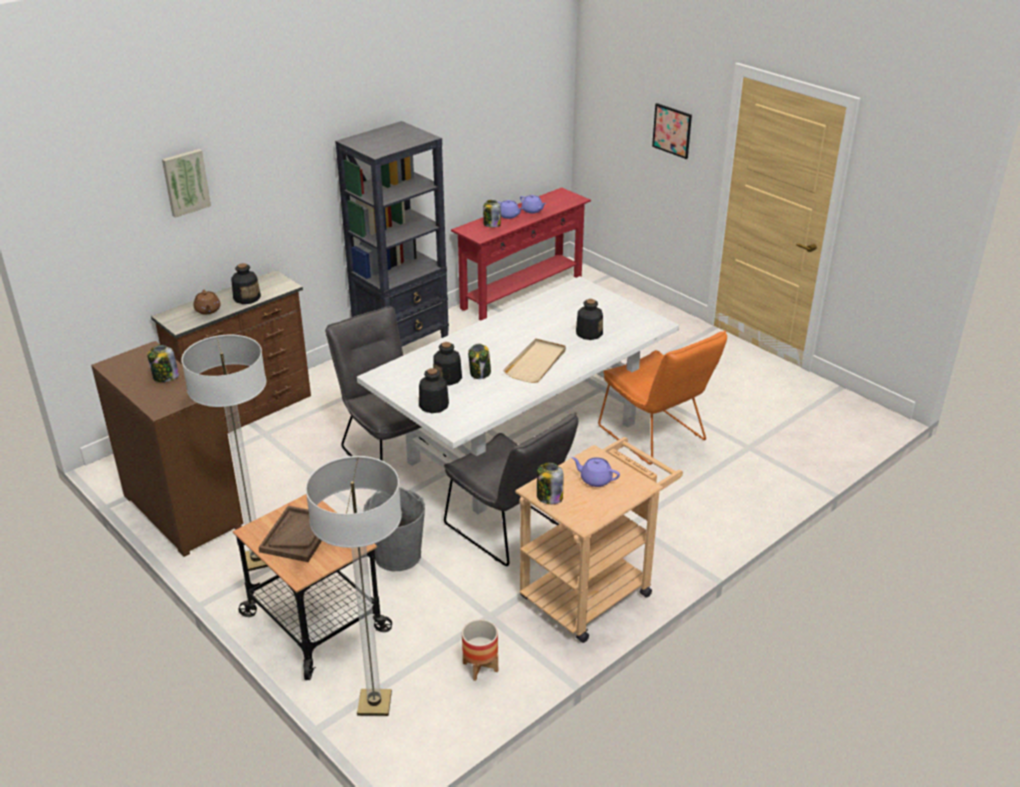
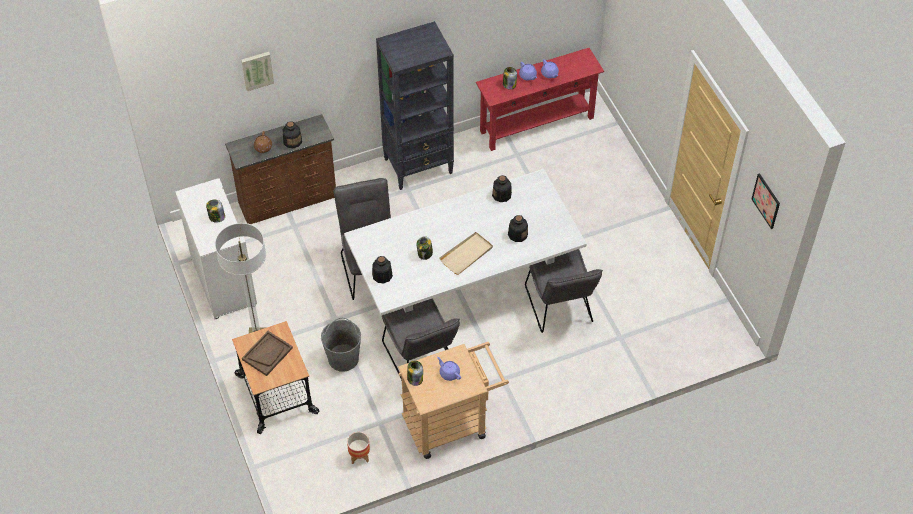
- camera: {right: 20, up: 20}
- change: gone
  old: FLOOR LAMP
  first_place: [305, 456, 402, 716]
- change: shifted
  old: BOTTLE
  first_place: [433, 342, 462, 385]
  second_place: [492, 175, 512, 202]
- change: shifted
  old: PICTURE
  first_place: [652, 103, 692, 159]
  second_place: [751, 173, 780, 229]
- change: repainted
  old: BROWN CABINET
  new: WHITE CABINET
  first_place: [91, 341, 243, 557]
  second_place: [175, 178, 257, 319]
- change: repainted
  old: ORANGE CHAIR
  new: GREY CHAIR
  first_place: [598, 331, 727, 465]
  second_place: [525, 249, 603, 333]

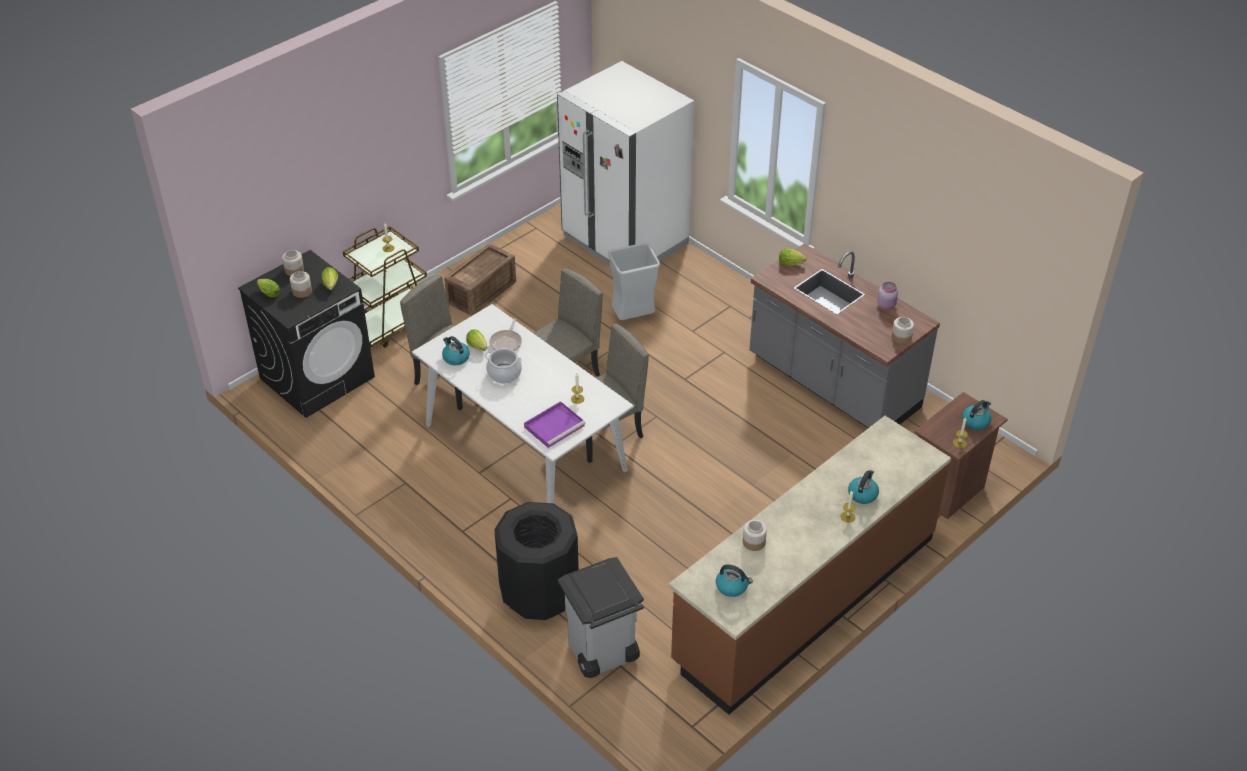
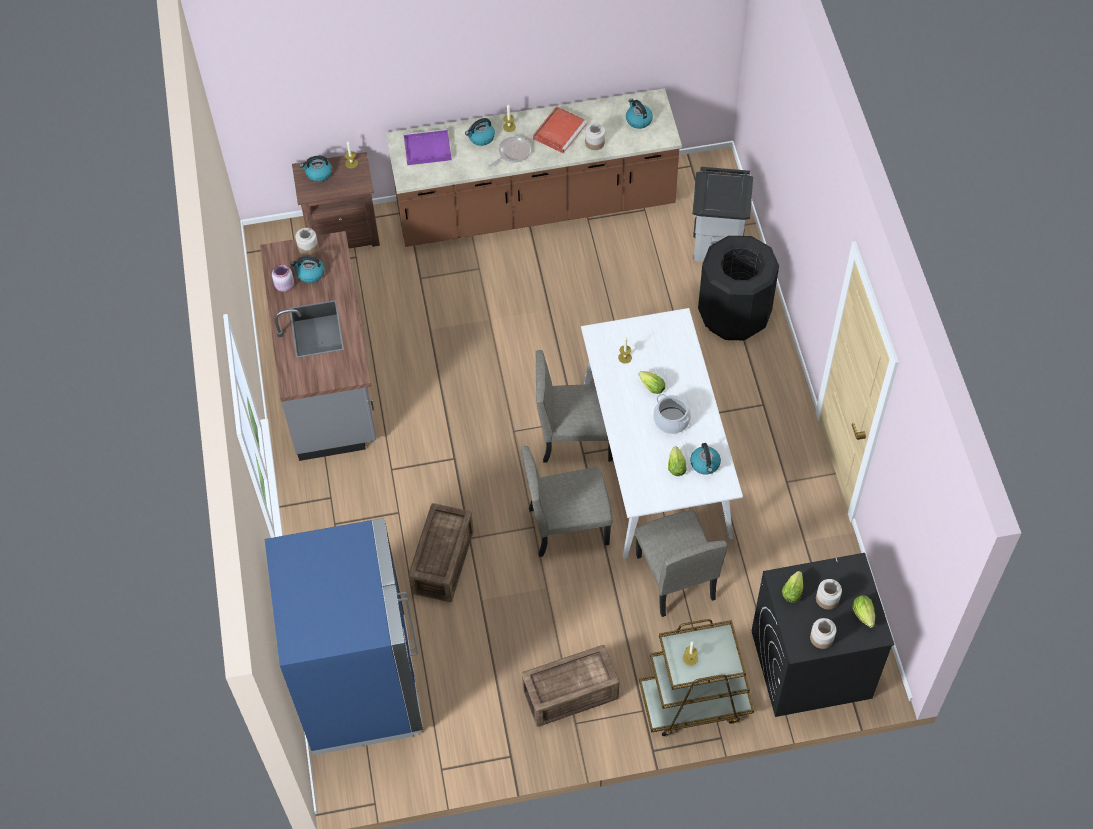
- camera: {right: -145, up: 15}
- change: new
  new: KETTLE
  second_place: [290, 256, 325, 283]
- change: new
  new: RED TRAY
  second_place: [533, 106, 587, 153]
- change: shifted
  old: FRYING PAN
  first_place: [489, 318, 522, 351]
  second_place: [489, 136, 531, 168]
- change: shifted
  old: PURPLE TRAY
  first_place: [524, 401, 585, 448]
  second_place: [403, 129, 452, 165]
- change: shifted
  old: LETTUCE
  first_place: [779, 249, 807, 266]
  second_place: [638, 371, 665, 394]
- change: swapped
  old: GREY TRASH CAN
  new: CRATE
  first_place: [608, 243, 660, 320]
  second_place: [408, 503, 474, 602]
- change: repainted
  old: WHITE FRIDGE
  new: BLUE FRIDGE
  first_place: [557, 61, 694, 265]
  second_place: [265, 518, 423, 755]

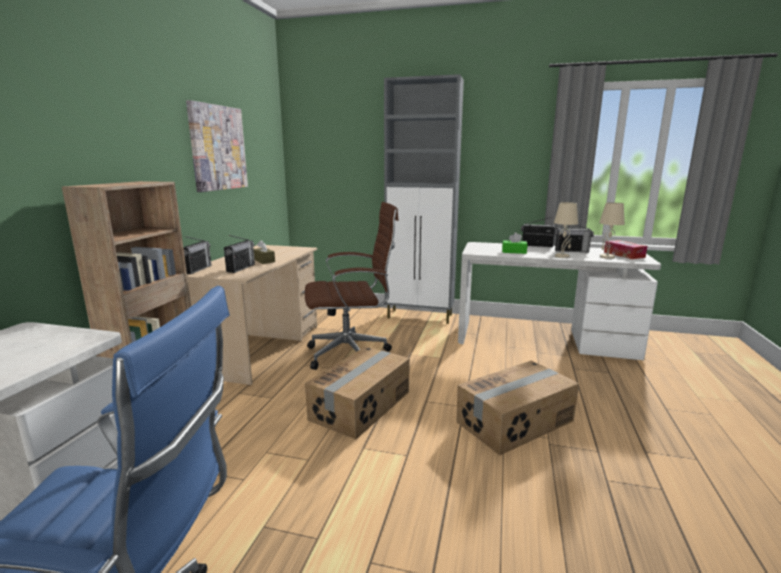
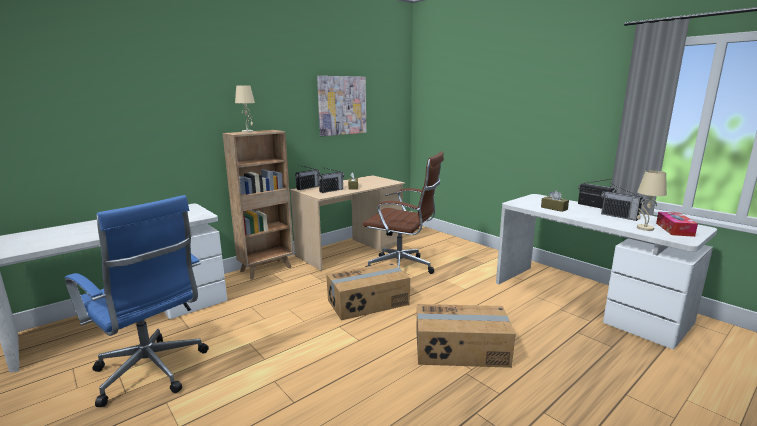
- camera: {right: 35, up: 0}
- change: gone
  old: GREY CABINET
  first_place: [384, 74, 464, 324]
- change: shifted
  old: BEIGE TABLE LAMP
  first_place: [554, 202, 578, 258]
  second_place: [235, 86, 255, 133]
- change: repainted
  old: GREEN TISSUE BOX
  new: BROWN TISSUE BOX
  first_place: [502, 232, 527, 254]
  second_place: [541, 190, 569, 212]

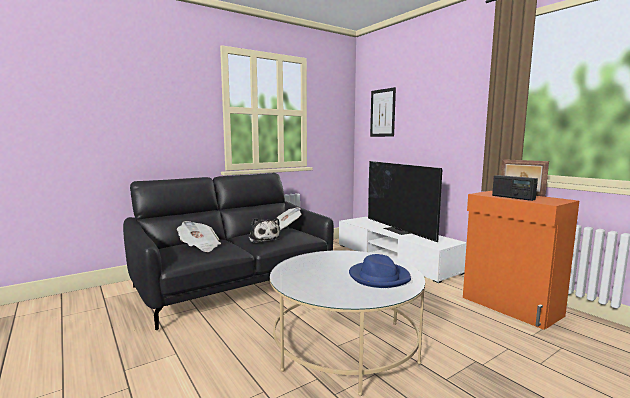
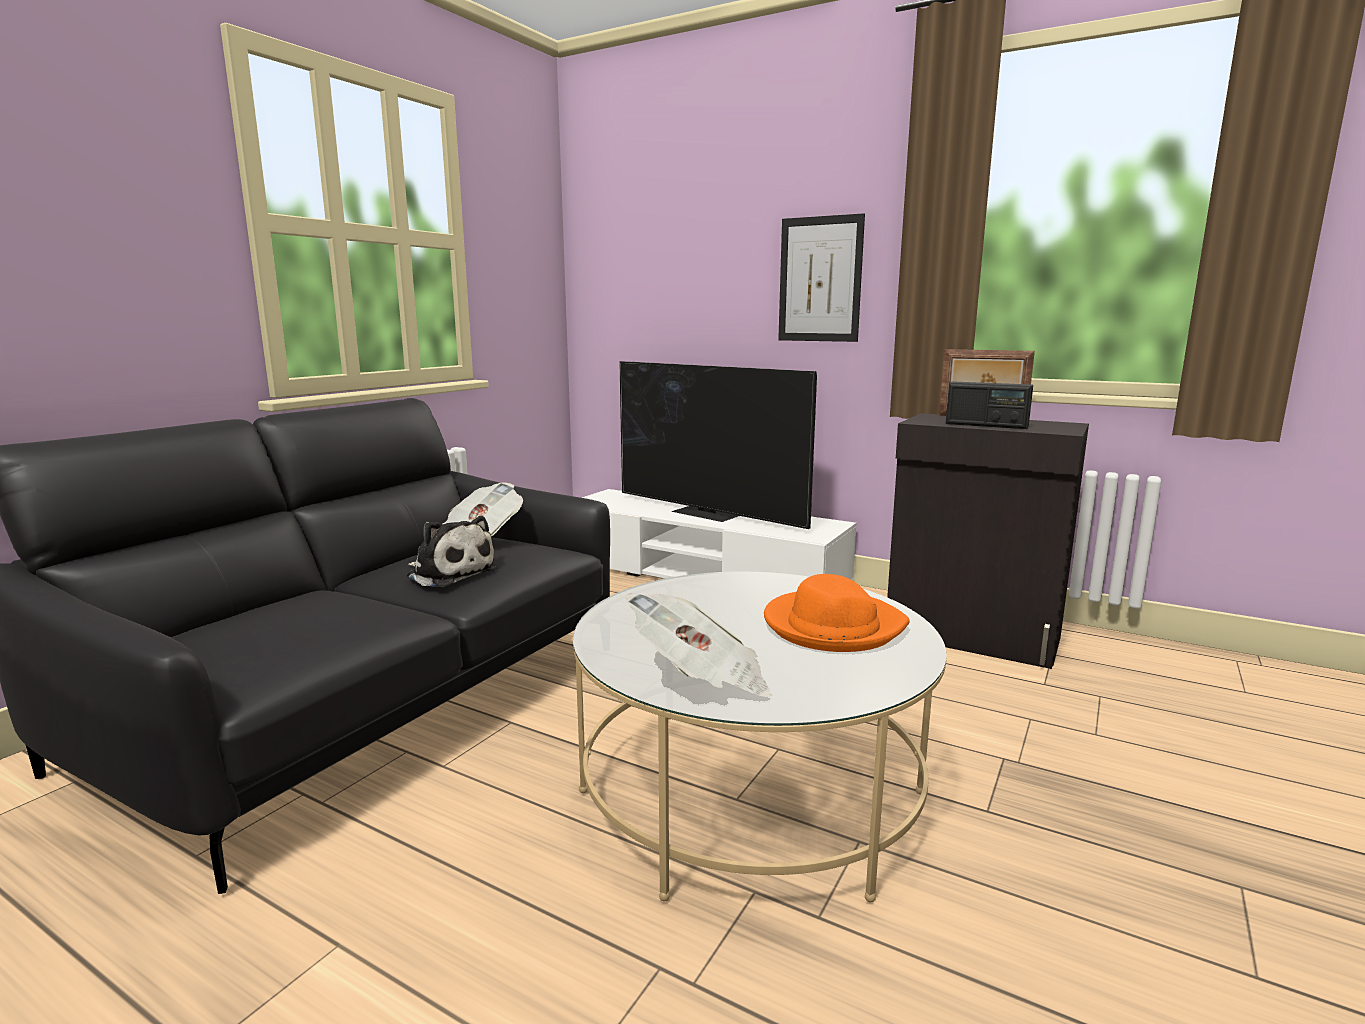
- camera: {right: -25, up: 5}
- change: shifted
  old: NEWSPAPER
  first_place: [177, 221, 221, 252]
  second_place: [626, 593, 772, 697]
- change: shifted
  old: PICTURE
  first_place: [370, 87, 396, 137]
  second_place: [778, 213, 865, 342]
- change: repainted
  old: BLUE HAT
  new: ORANGE HAT
  first_place: [349, 254, 411, 288]
  second_place: [764, 574, 910, 652]
- change: repainted
  old: ORANGE CABINET
  new: BLACK CABINET
  first_place: [463, 190, 579, 330]
  second_place: [887, 413, 1089, 669]

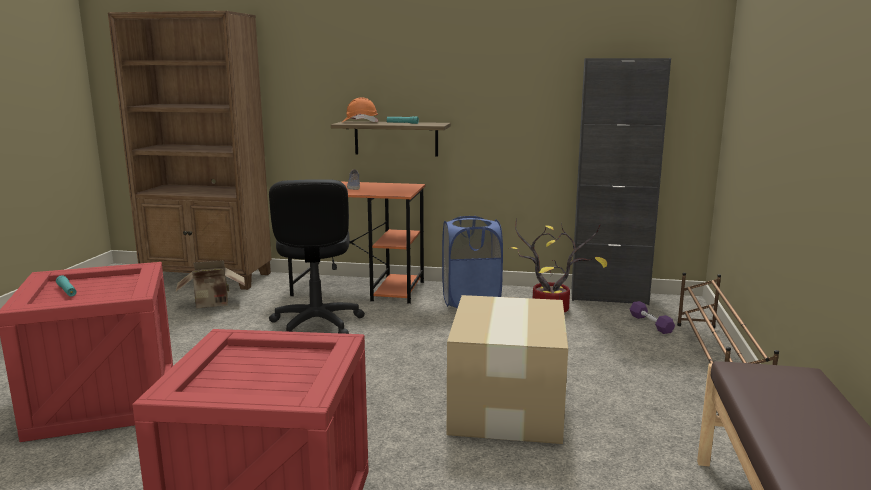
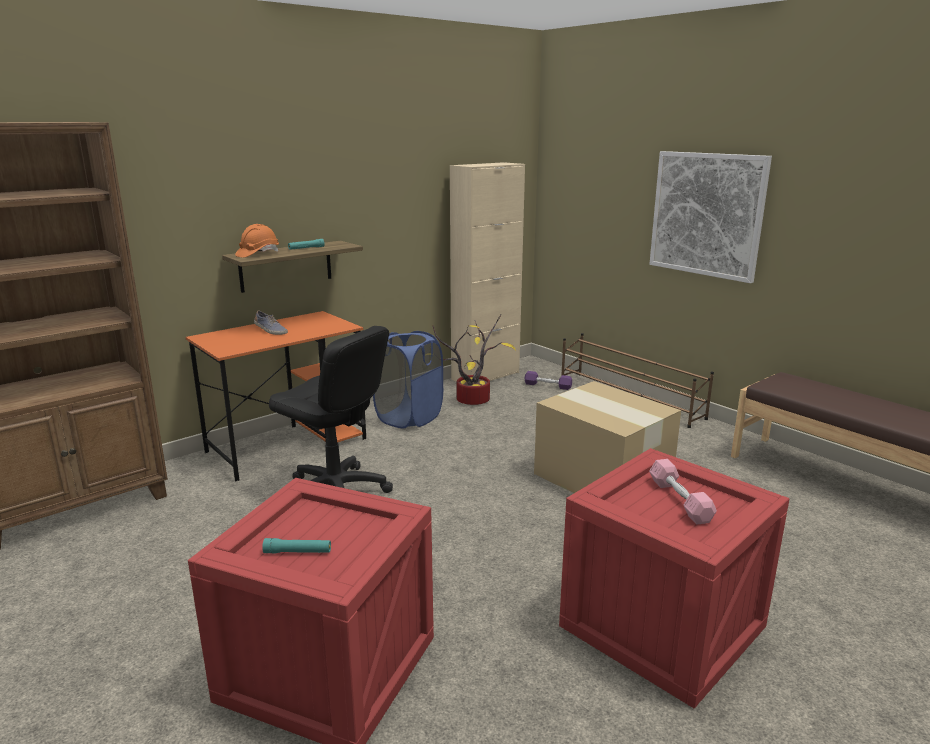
- camera: {right: -50, up: 5}
- change: gone
  old: CARDBOARD BOX
  first_place: [176, 260, 245, 308]
- change: new
  new: PICTURE
  second_place: [649, 151, 772, 283]
- change: new
  new: PINK DUMBBELL
  second_place: [649, 459, 717, 525]
- change: repainted
  old: BLACK CABINET
  new: BEIGE CABINET
  first_place: [571, 58, 671, 305]
  second_place: [450, 162, 525, 382]

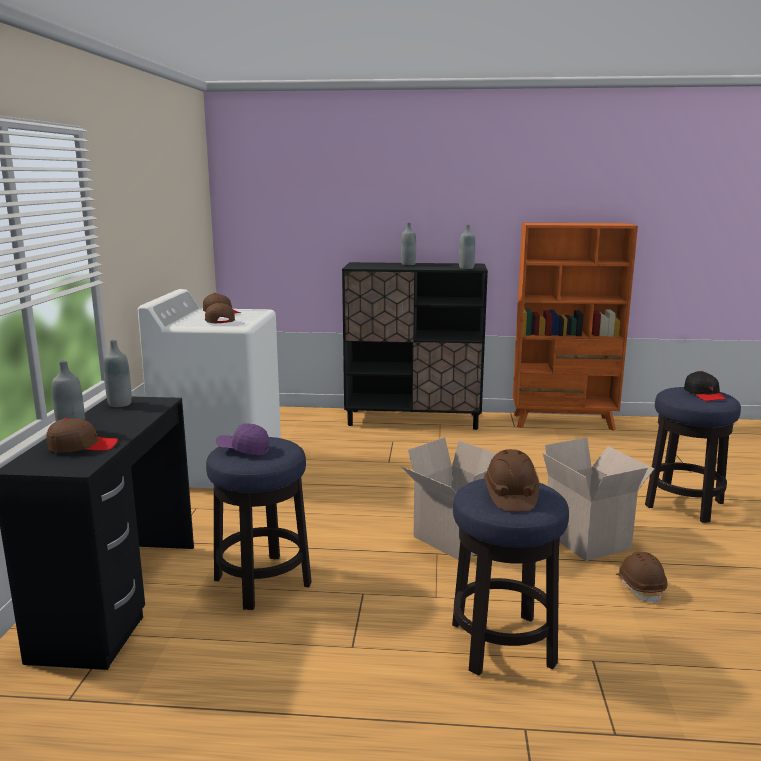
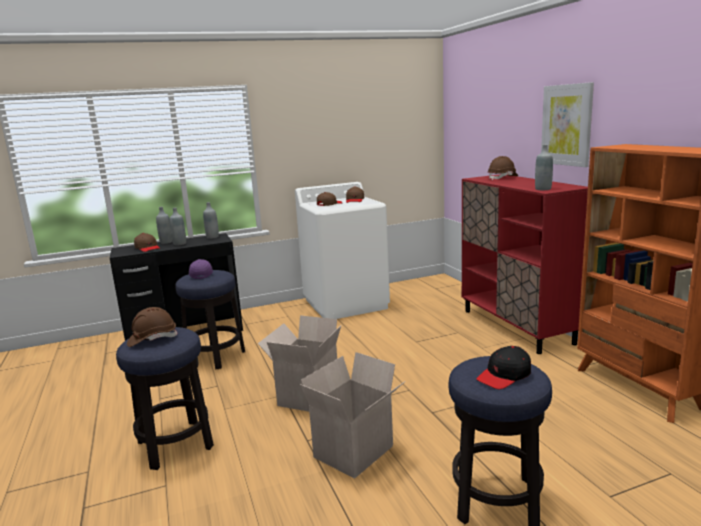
- camera: {right: 65, up: 0}
- change: new
  new: PICTURE
  second_place: [541, 82, 594, 167]
- change: shifted
  old: GREY BOTTLE
  first_place: [401, 222, 416, 265]
  second_place: [170, 208, 186, 245]
- change: shifted
  old: BROWN HARD HAT
  first_place: [616, 552, 668, 604]
  second_place: [488, 156, 518, 180]
- change: repainted
  old: BLACK CABINET
  new: RED CABINET
  first_place: [342, 262, 488, 430]
  second_place: [462, 174, 588, 354]

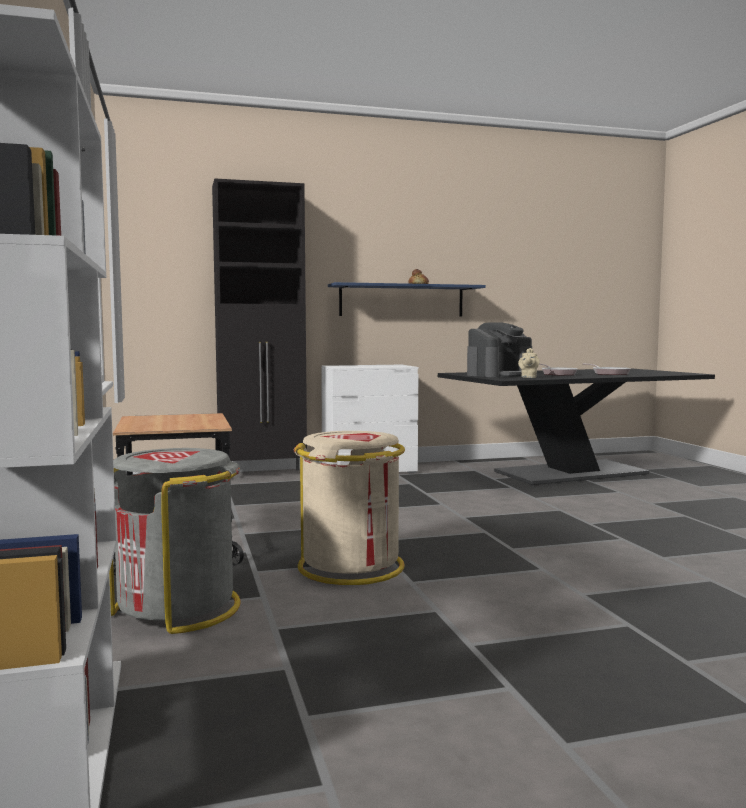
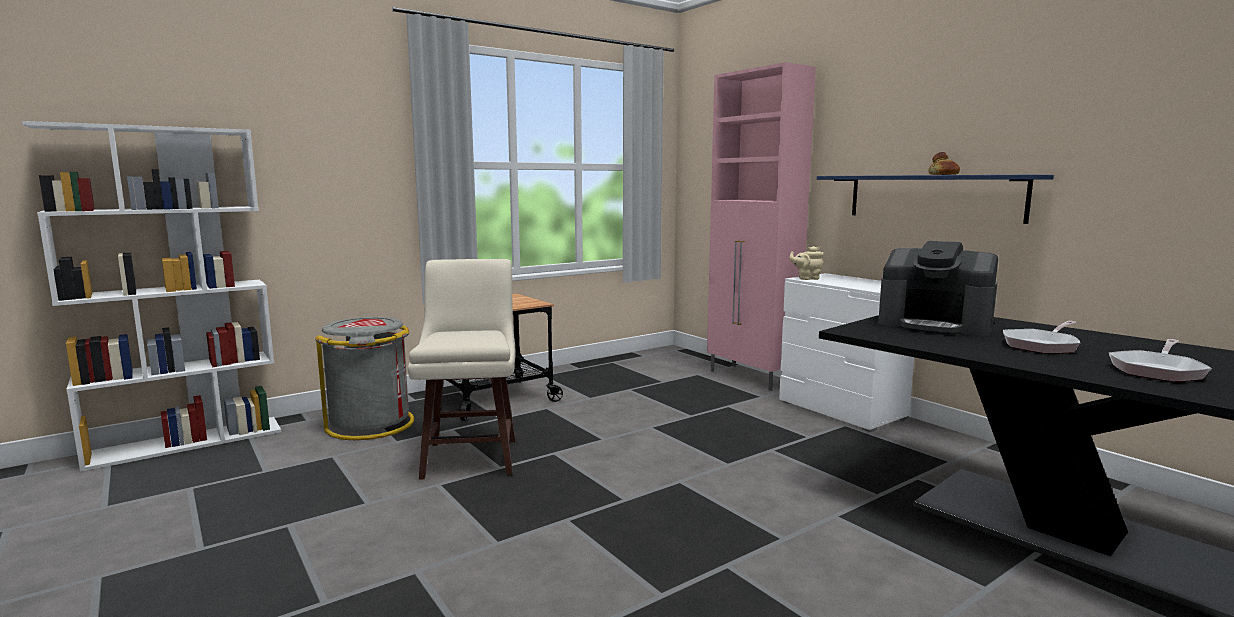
- camera: {right: 70, up: 5}
- change: shifted
  old: BEIGE TEAPOT
  first_place: [518, 348, 540, 378]
  second_place: [789, 246, 824, 280]
- change: swapped
  old: BEIGE TRASH CAN
  new: BEIGE STOOL
  first_place: [294, 431, 405, 585]
  second_place: [408, 259, 516, 480]
- change: repainted
  old: BLACK CABINET
  new: PINK CABINET
  first_place: [212, 178, 307, 471]
  second_place: [707, 62, 816, 391]

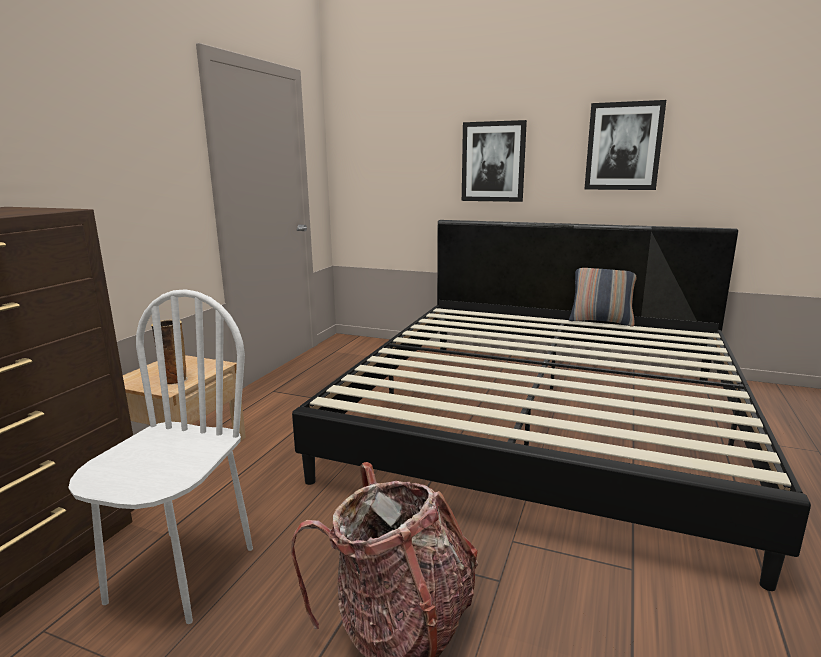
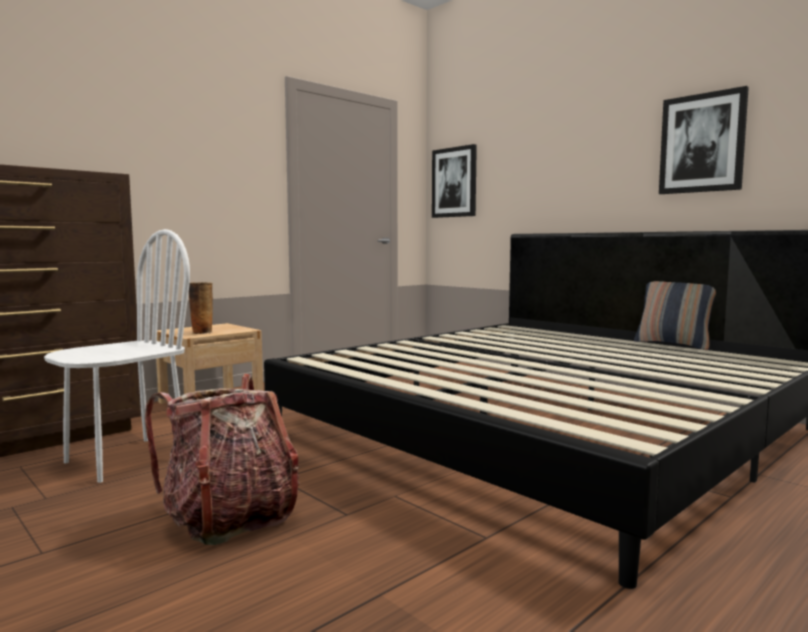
- camera: {right: 25, up: -10}
- change: shifted
  old: PICTURE
  first_place: [462, 120, 527, 202]
  second_place: [432, 144, 477, 218]

